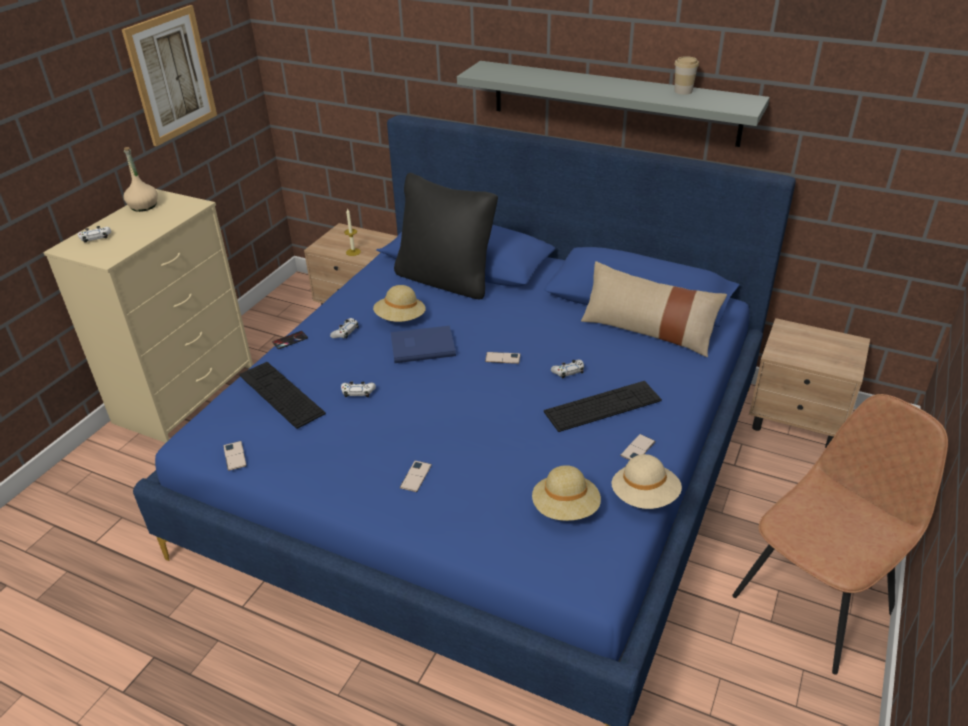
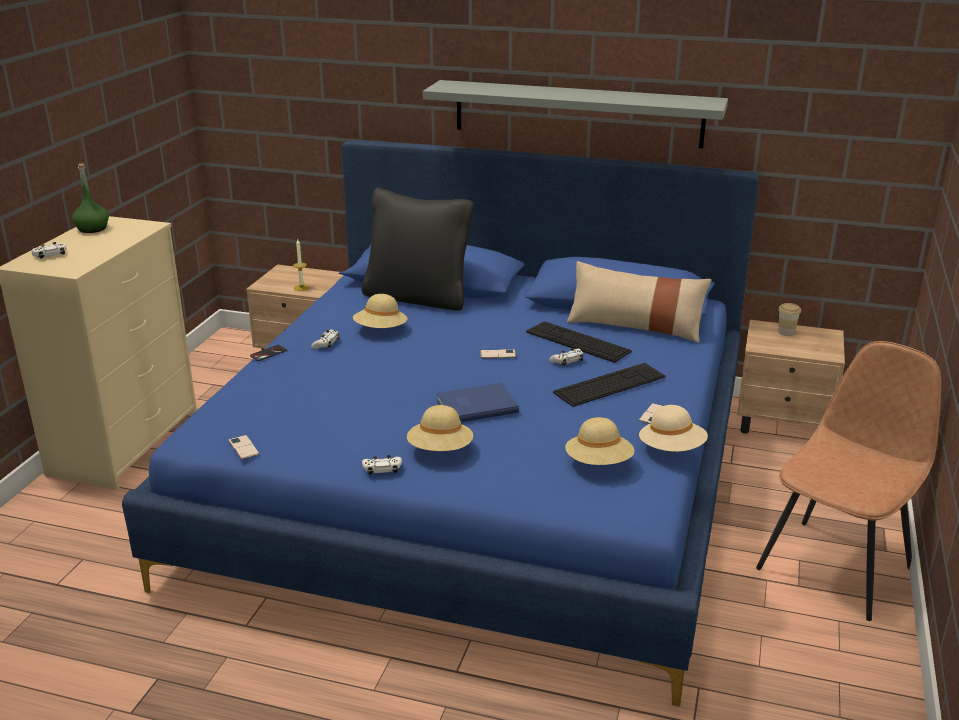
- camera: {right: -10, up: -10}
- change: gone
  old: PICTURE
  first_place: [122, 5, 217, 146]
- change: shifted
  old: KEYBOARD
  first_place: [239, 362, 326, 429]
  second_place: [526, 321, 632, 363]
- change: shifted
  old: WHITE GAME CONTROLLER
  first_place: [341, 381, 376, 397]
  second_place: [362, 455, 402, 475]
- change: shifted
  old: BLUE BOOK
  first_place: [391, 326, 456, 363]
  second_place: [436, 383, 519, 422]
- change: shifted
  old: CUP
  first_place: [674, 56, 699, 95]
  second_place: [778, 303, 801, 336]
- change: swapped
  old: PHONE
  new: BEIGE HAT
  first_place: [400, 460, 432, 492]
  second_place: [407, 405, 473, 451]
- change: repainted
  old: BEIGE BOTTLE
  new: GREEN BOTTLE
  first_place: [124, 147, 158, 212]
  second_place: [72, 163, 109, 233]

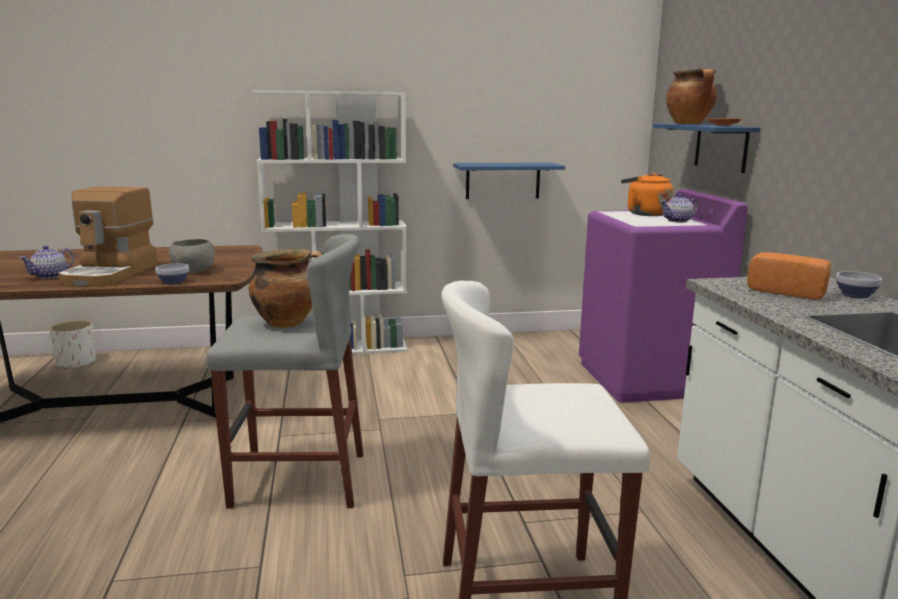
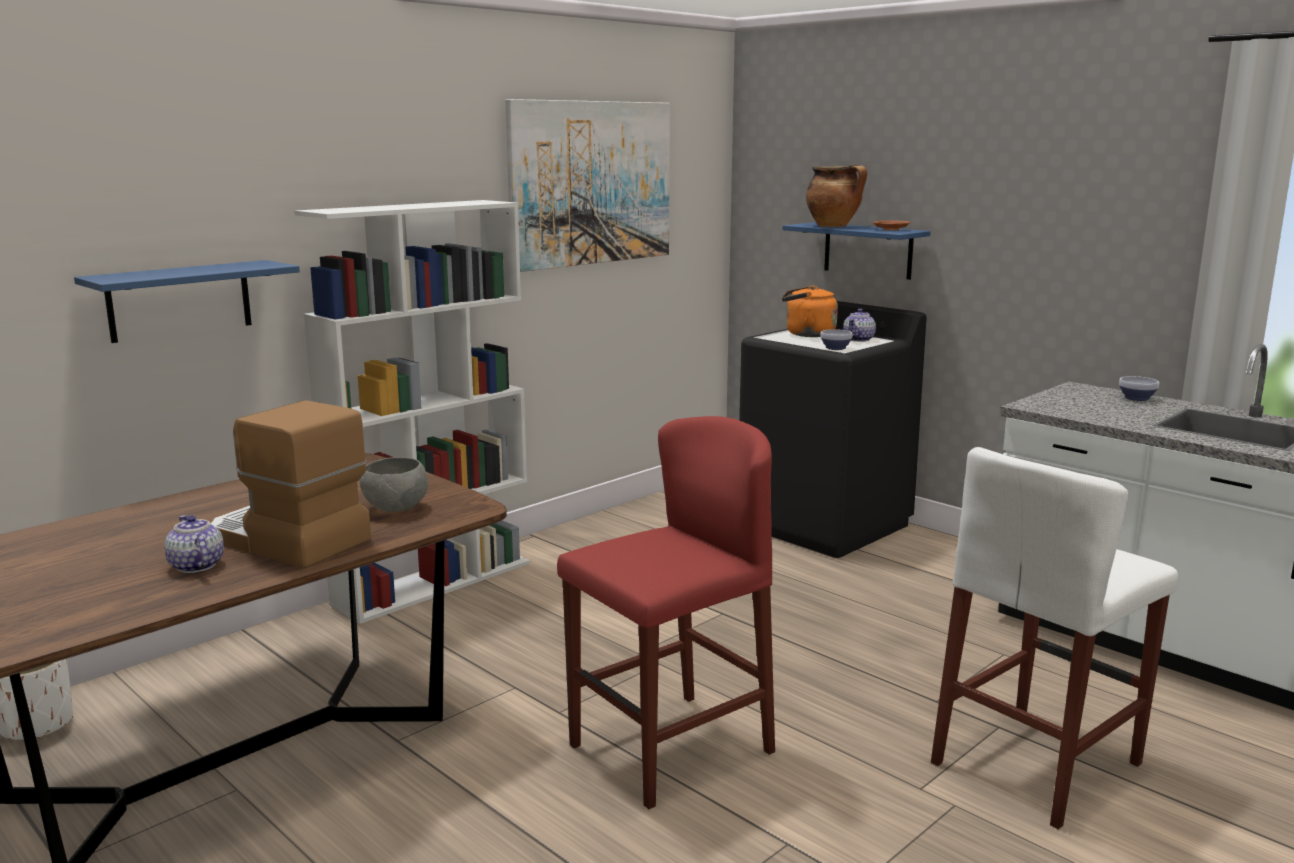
- camera: {right: -35, up: 0}
- change: gone
  old: COOKING POT
  first_place: [249, 249, 322, 328]
- change: gone
  old: BREAD
  first_place: [747, 252, 831, 300]
- change: new
  new: PICTURE
  second_place: [505, 99, 670, 272]
- change: shifted
  old: BOWL
  first_place: [156, 263, 189, 285]
  second_place: [820, 329, 852, 350]
- change: shifted
  old: BLUE SHELF
  first_place: [453, 163, 565, 199]
  second_place: [74, 260, 300, 343]
- change: repainted
  old: GREY STOOL
  new: RED STOOL
  first_place: [206, 234, 363, 509]
  second_place: [557, 416, 775, 809]
- change: repainted
  old: PURPLE WASHING MACHINE
  new: BLACK WASHING MACHINE
  first_place: [579, 189, 748, 403]
  second_place: [739, 301, 927, 558]
- change: rotated
  old: TEAPOT
  first_place: [20, 245, 74, 279]
  second_place: [165, 515, 224, 573]
  degrees: 150
- change: rotated
  old: COFFEE MACHINE
  first_place: [58, 186, 158, 287]
  second_place: [210, 400, 371, 568]
  degrees: 150

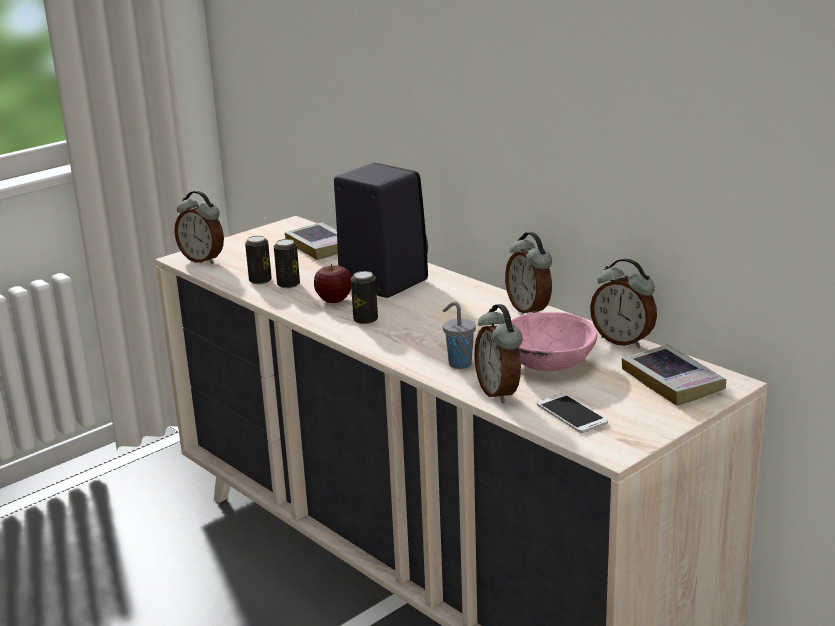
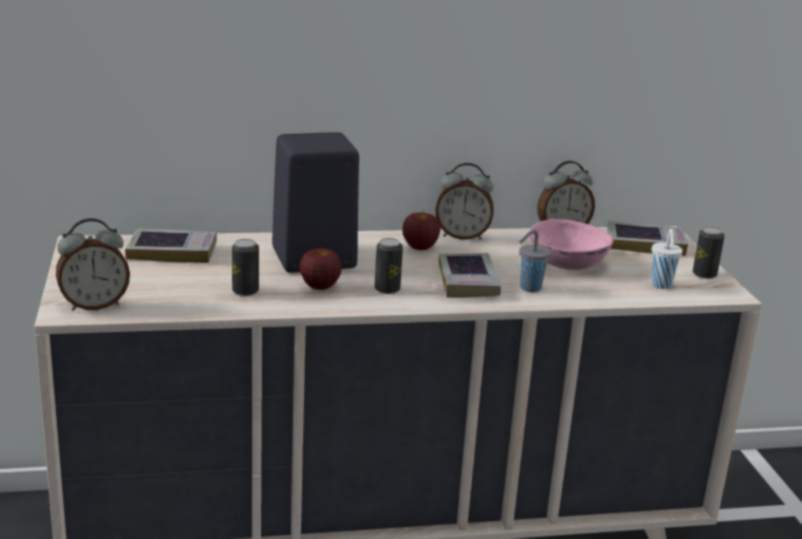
- camera: {right: -60, up: 0}
- change: gone
  old: ALARM CLOCK
  first_place: [475, 304, 523, 404]
- change: new
  new: APPLE
  second_place: [402, 211, 440, 250]
- change: new
  new: BOOK
  second_place: [439, 253, 501, 298]
- change: shifted
  old: CAN
  first_place: [245, 236, 272, 284]
  second_place: [693, 227, 725, 279]
- change: swapped
  old: PHONE
  new: WHITE CUP
  first_place: [537, 393, 608, 433]
  second_place: [651, 229, 683, 289]

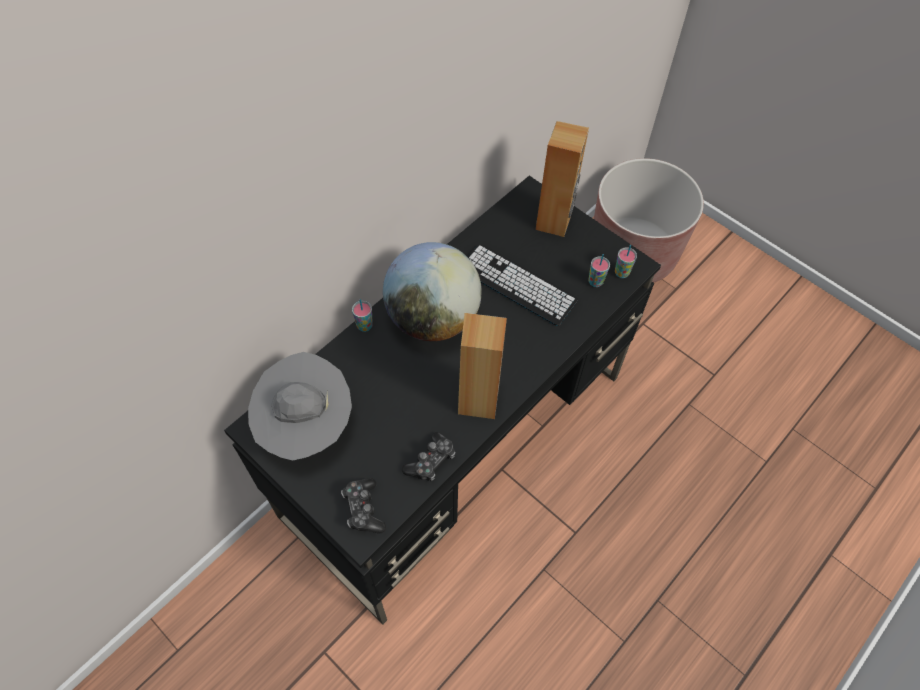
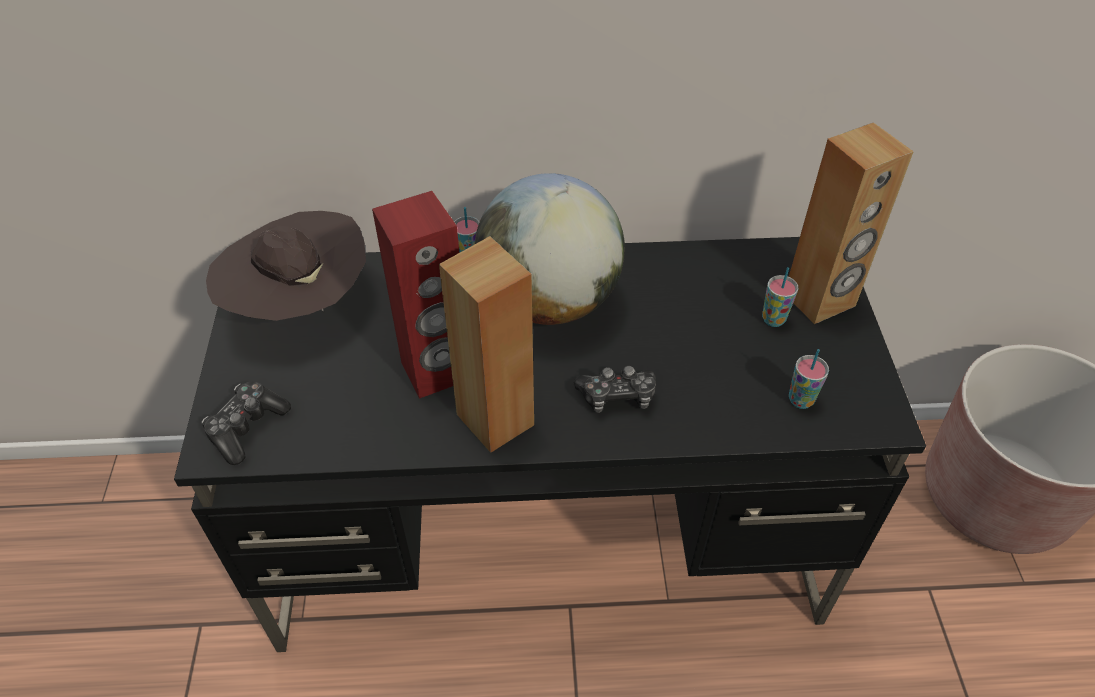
- camera: {right: 45, up: -10}
- change: gone
  old: KEYBOARD
  first_place: [468, 244, 578, 326]
- change: new
  new: RED SPEAKER
  second_place: [372, 191, 459, 399]
- change: shifted
  old: GAME CONTROLLER
  first_place: [402, 432, 456, 481]
  second_place: [574, 366, 657, 413]
- change: shifted
  old: CUP
  first_place: [615, 245, 637, 278]
  second_place: [762, 267, 798, 327]
- change: repainted
  old: GREY HAT
  new: BROWN HAT
  first_place: [248, 352, 352, 460]
  second_place: [206, 211, 366, 321]

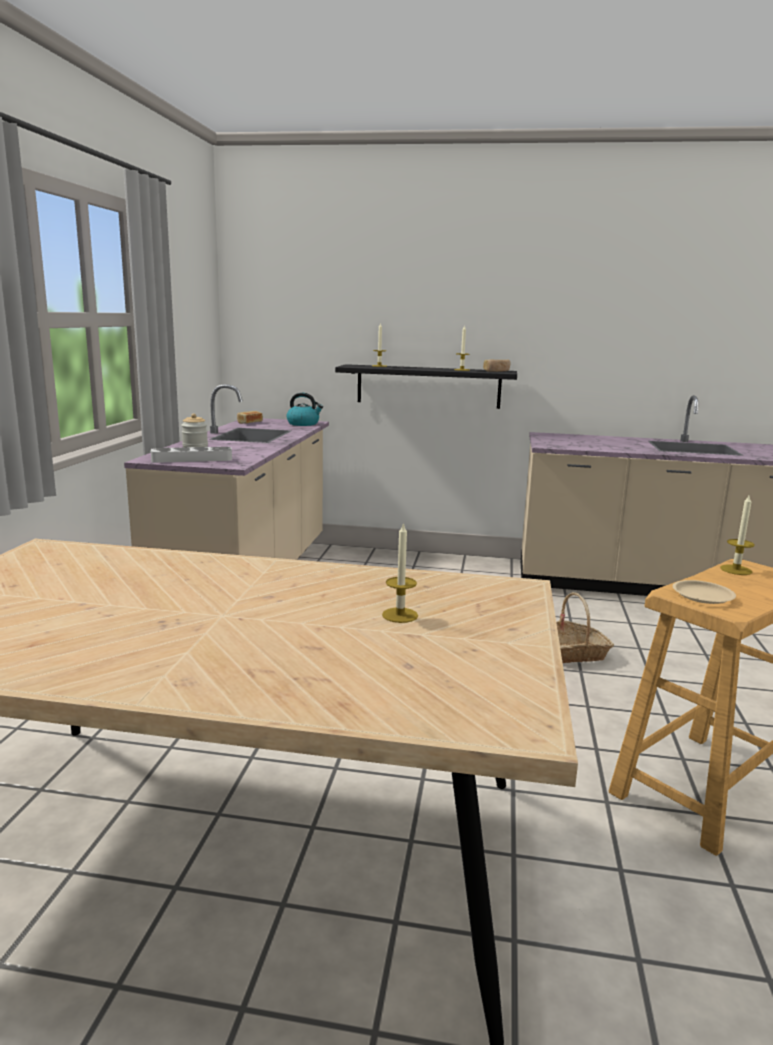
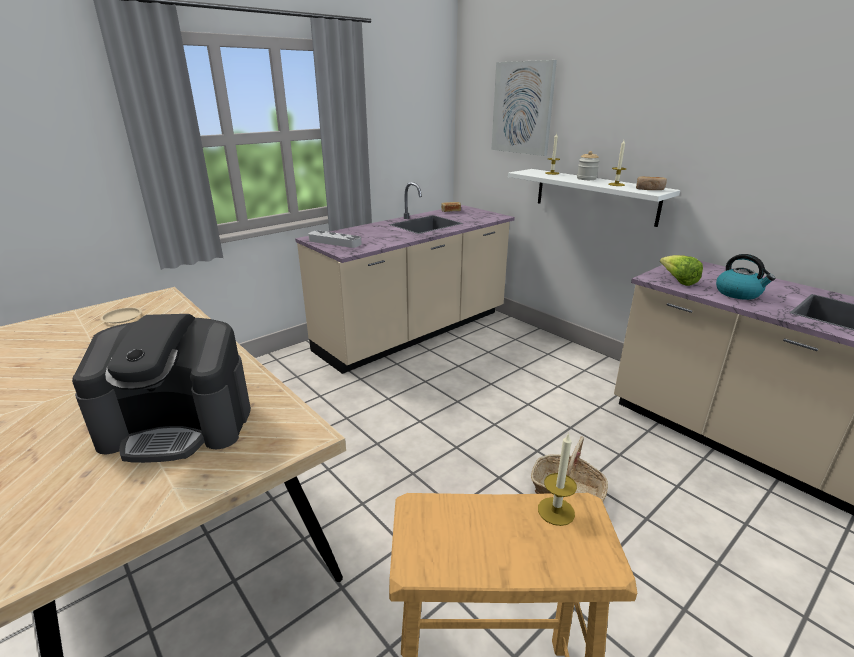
- camera: {right: 40, up: 10}
- change: new
  new: PICTURE
  second_place: [491, 60, 557, 156]
- change: new
  new: LETTUCE
  second_place: [660, 255, 703, 286]
- change: shifted
  old: JAR
  first_place: [181, 414, 208, 448]
  second_place: [577, 151, 600, 180]
- change: shifted
  old: KETTLE
  first_place: [287, 393, 323, 426]
  second_place: [716, 254, 775, 300]
- change: shifted
  old: BEIGE PLATE
  first_place: [673, 580, 736, 604]
  second_place: [100, 307, 142, 323]
- change: swapped
  old: CANDLE
  new: COFFEE MACHINE
  first_place: [382, 522, 418, 623]
  second_place: [72, 314, 251, 463]
- change: repainted
  old: BLACK SHELF
  new: WHITE SHELF
  first_place: [335, 364, 517, 409]
  second_place: [508, 169, 680, 227]

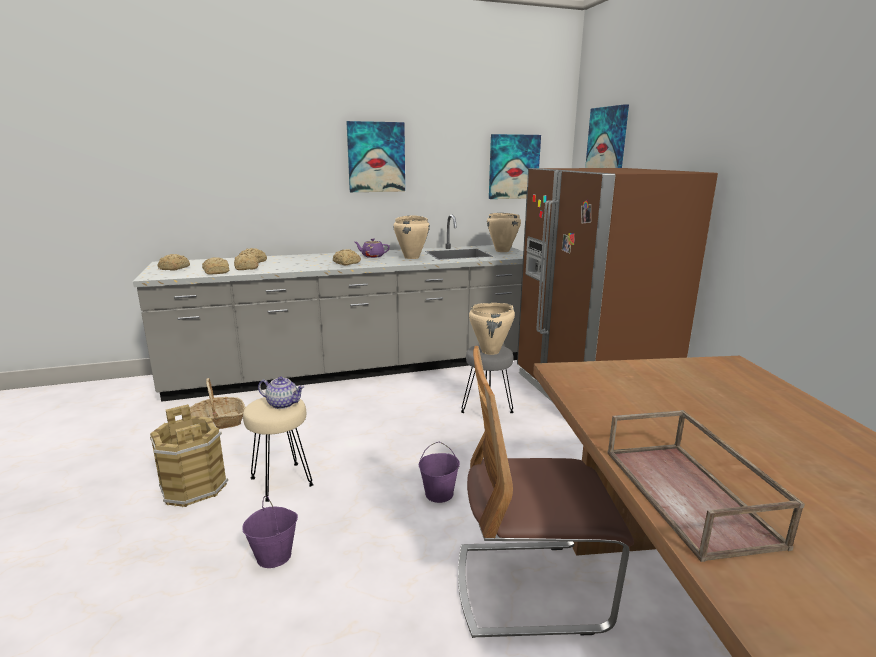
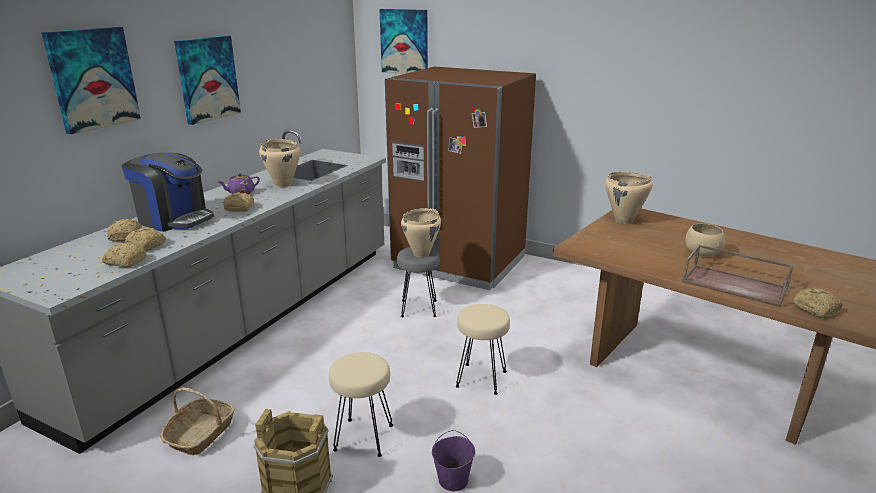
- camera: {right: -45, up: 5}
- change: gone
  old: TEAPOT
  first_place: [258, 376, 304, 409]
- change: gone
  old: CHAIR
  first_place: [458, 346, 634, 638]
- change: new
  new: COFFEE MACHINE
  second_place: [122, 152, 214, 232]
- change: new
  new: BEIGE BOWL
  second_place: [685, 223, 726, 257]
- change: shifted
  old: BREAD
  first_place: [157, 254, 190, 271]
  second_place: [793, 288, 842, 318]
- change: shifted
  old: BEIGE COOKING POT
  first_place: [487, 213, 521, 252]
  second_place: [605, 172, 653, 224]
- change: shifted
  old: PICTURE
  first_place: [489, 134, 541, 199]
  second_place: [41, 27, 141, 134]
- change: swapped
  old: PURPLE BUCKET
  new: BEIGE STOOL
  first_place: [419, 442, 460, 503]
  second_place: [456, 304, 510, 395]

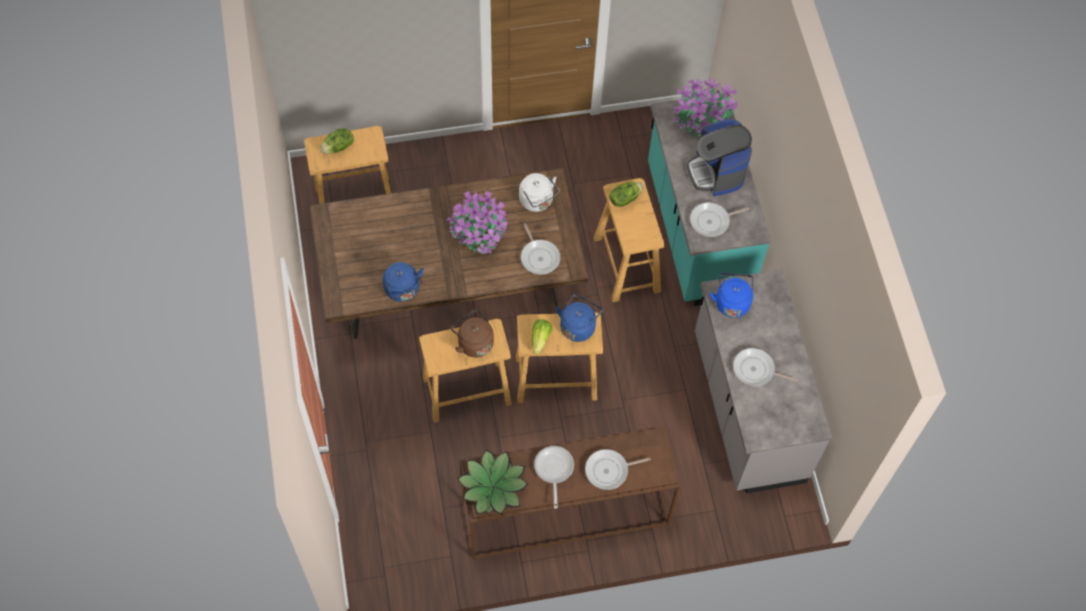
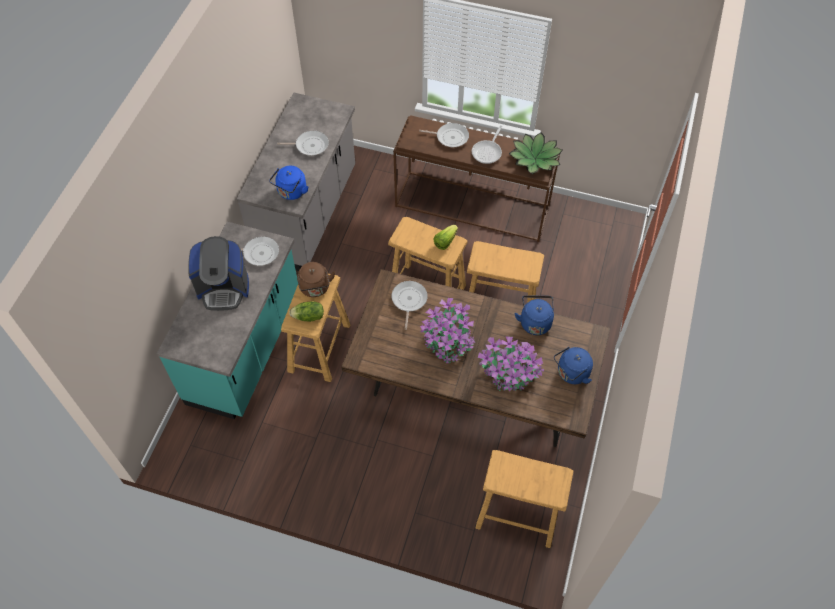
- camera: {right: -150, up: -5}
- change: gone
  old: LETTUCE
  first_place: [320, 128, 354, 154]
- change: gone
  old: WHITE KETTLE
  first_place: [519, 173, 559, 212]
- change: shifted
  old: BROWN KETTLE
  first_place: [451, 309, 494, 357]
  second_place: [297, 262, 335, 297]
- change: shifted
  old: BLUE KETTLE
  first_place: [556, 294, 602, 342]
  second_place: [554, 347, 593, 384]
- change: shifted
  old: POTTED PLANT
  first_place: [672, 78, 738, 136]
  second_place: [478, 336, 544, 391]
- change: rotated
  old: COFFEE MACHINE
  first_place: [687, 119, 752, 196]
  second_place: [188, 236, 249, 311]
  degrees: 75
- change: rotated
  old: FRYING PAN
  first_place: [733, 348, 797, 386]
  second_place: [277, 131, 329, 156]
  degrees: -45

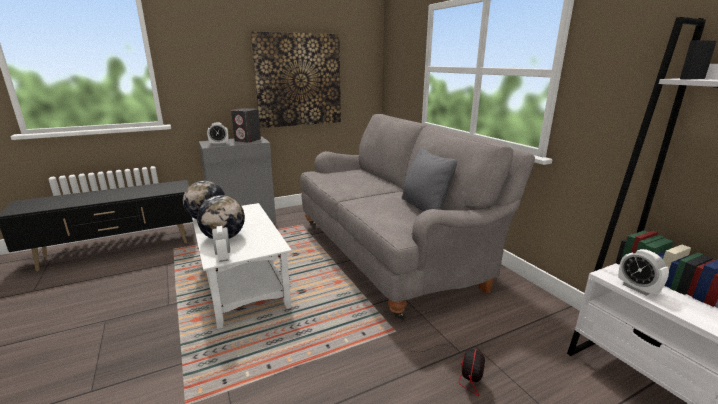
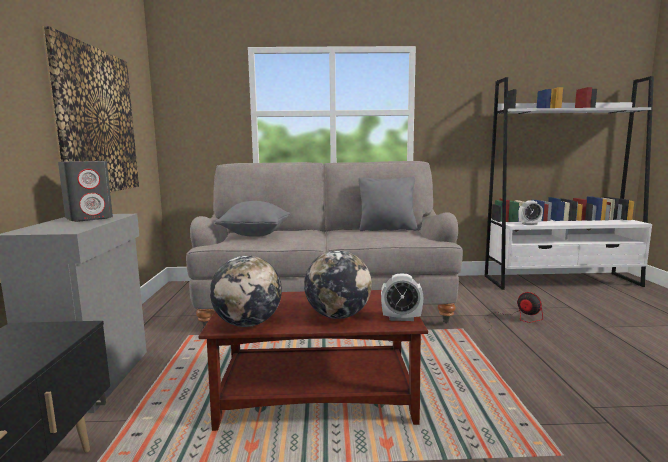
- camera: {right: -65, up: -10}
- change: gone
  old: ALARM CLOCK
  first_place: [207, 122, 229, 145]
- change: new
  new: GREY PILLOW
  second_place: [215, 201, 290, 237]
- change: repainted
  old: WHITE COFFEE TABLE
  new: BROWN COFFEE TABLE
  first_place: [192, 203, 292, 329]
  second_place: [198, 290, 428, 431]

